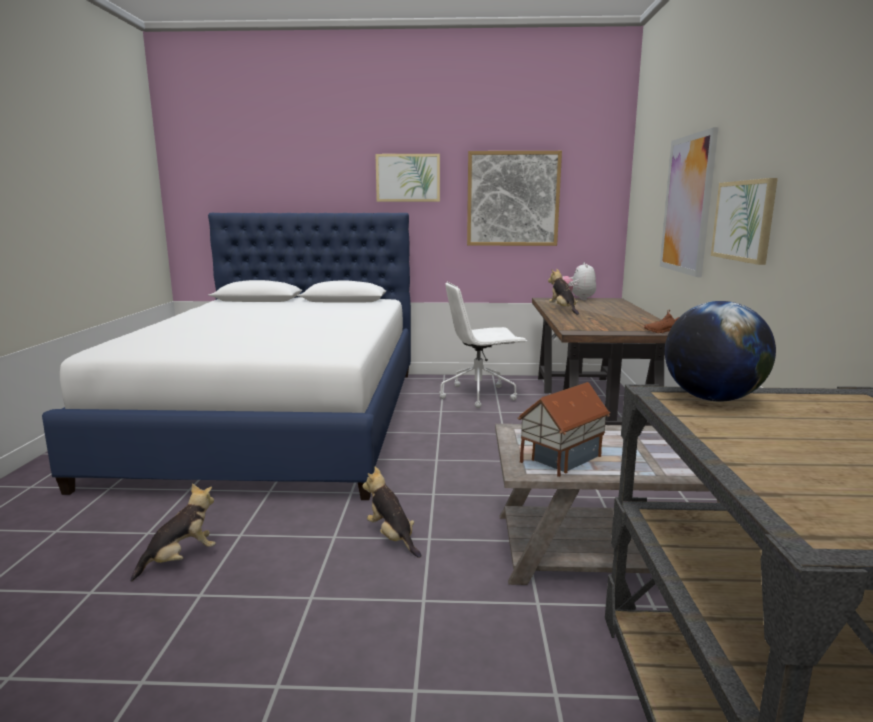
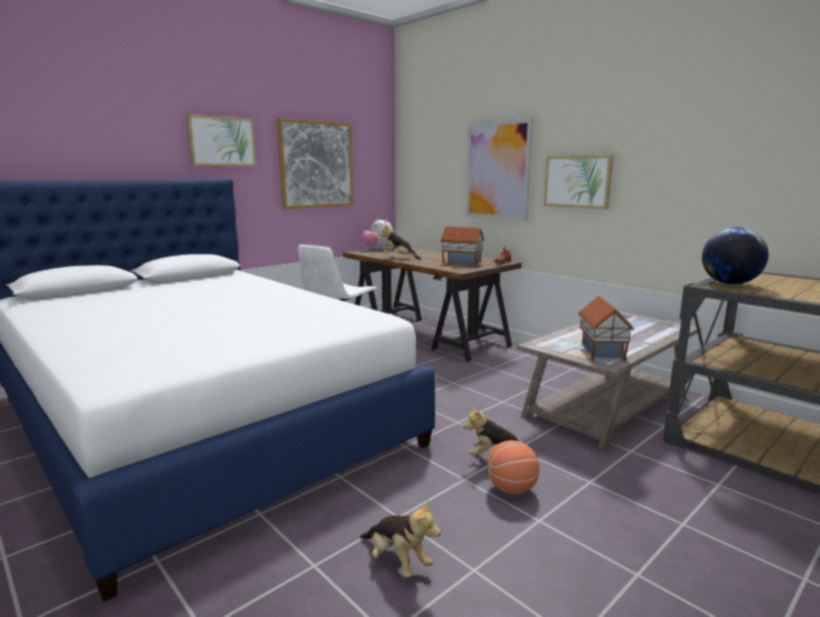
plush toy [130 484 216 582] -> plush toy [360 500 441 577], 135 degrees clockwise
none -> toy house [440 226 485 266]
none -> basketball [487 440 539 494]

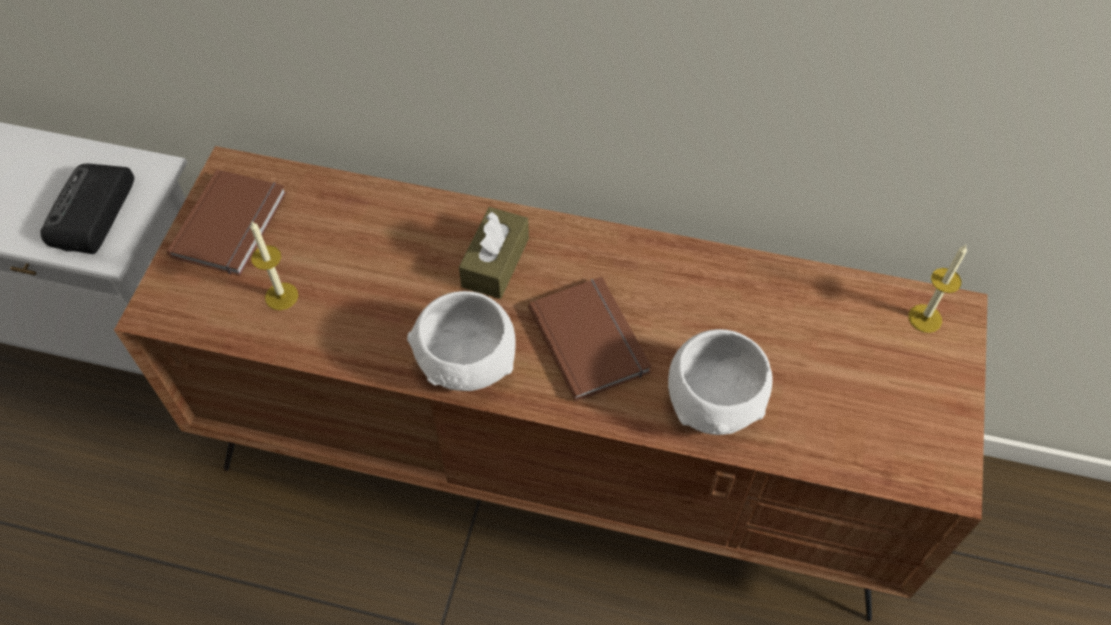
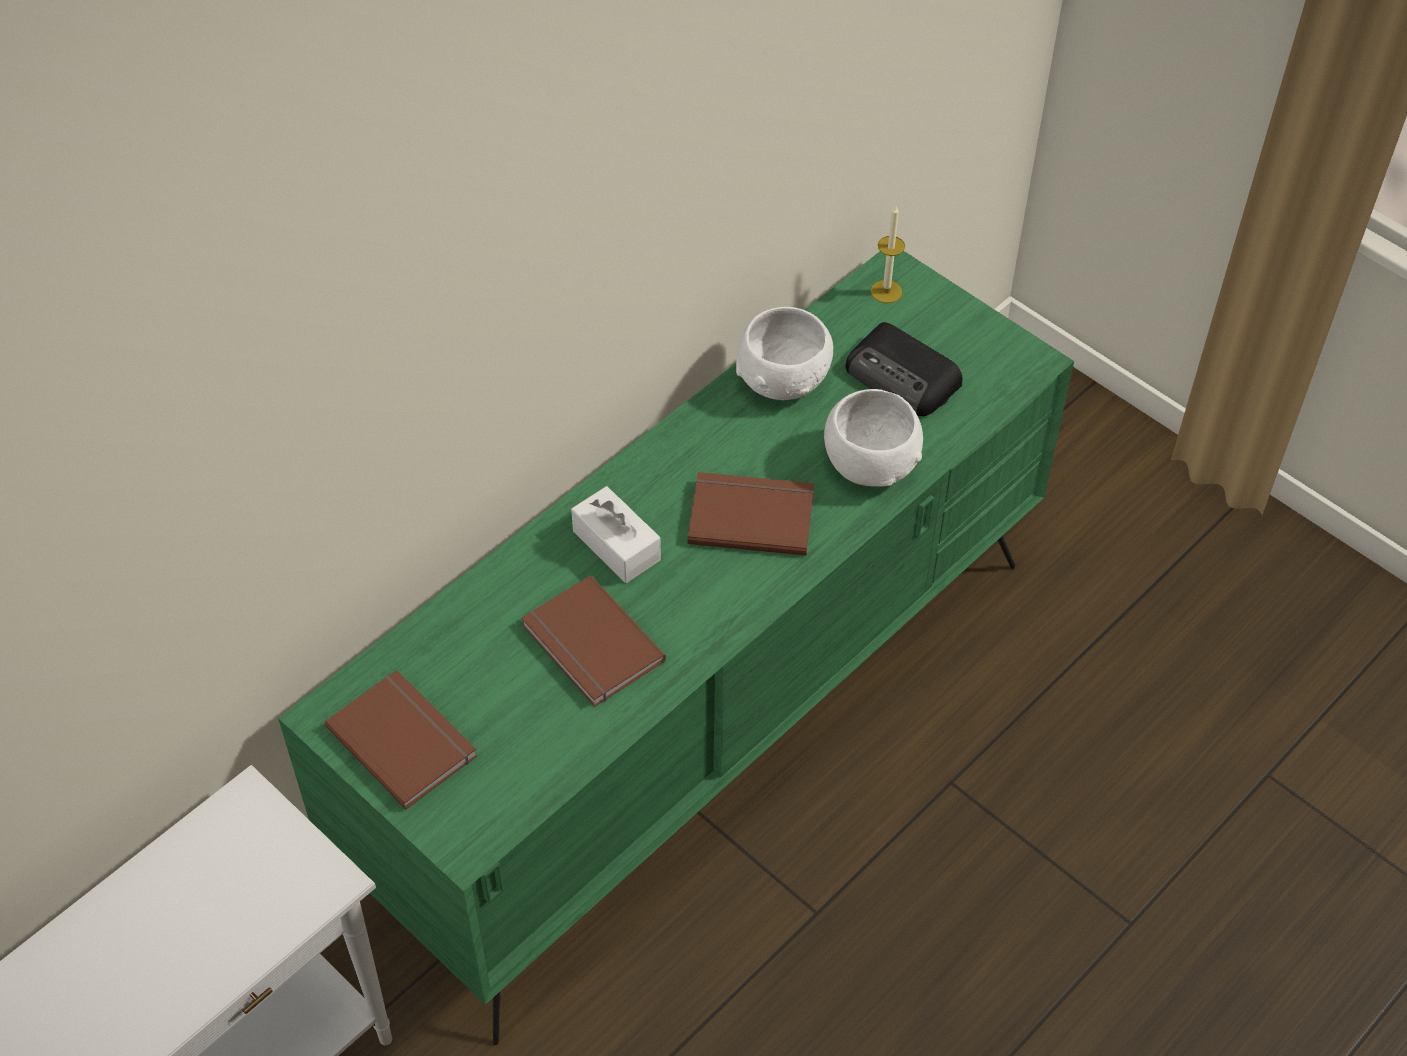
brown tv stand [114 146 988 621] -> green tv stand [278 251 1074 1045]
none -> brown book [521 575 666 707]
brown tissue box [459 207 529 299] -> white tissue box [571 486 661 583]
white bowl [407 291 516 391] -> white bowl [736 307 833 400], move
radio [40 164 134 254] -> radio [846 322 962 416], move
candle [250 221 298 310] -> none

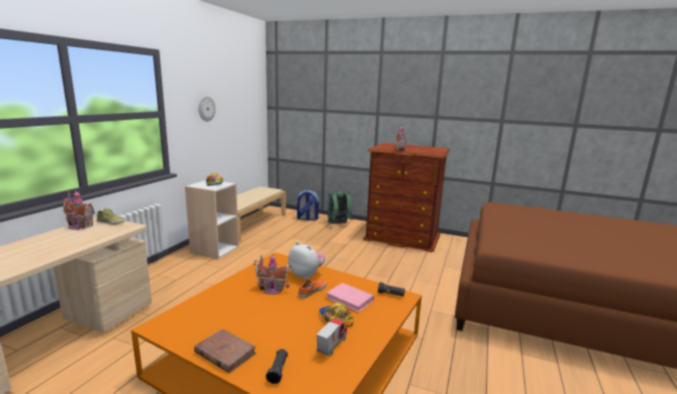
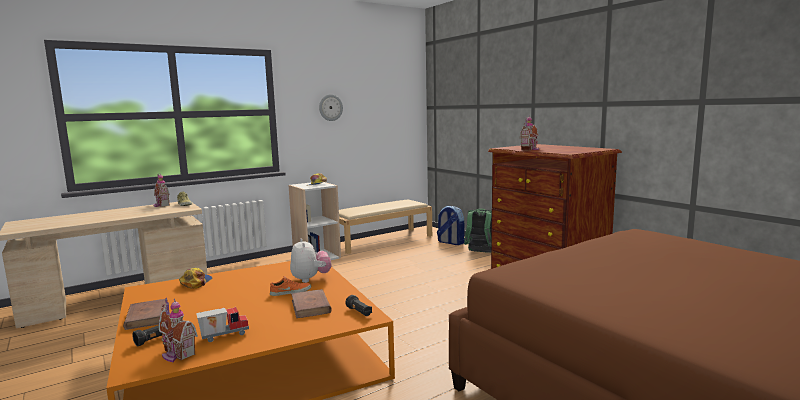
toy house [254 254 291 294] -> toy house [159 298 198 362], move
cap [319 303 354 327] -> cap [179 268 212 289], move
pink book [326 283 374 313] -> brown book [291 289 332 318]

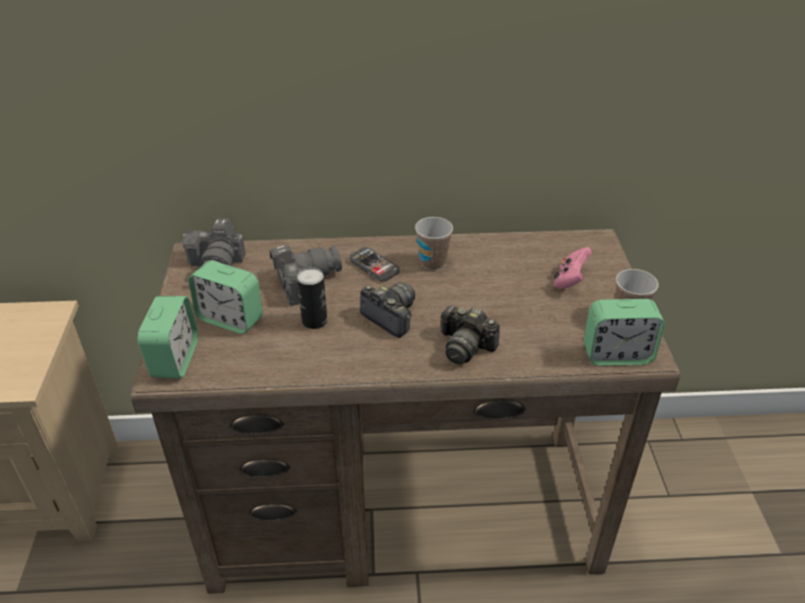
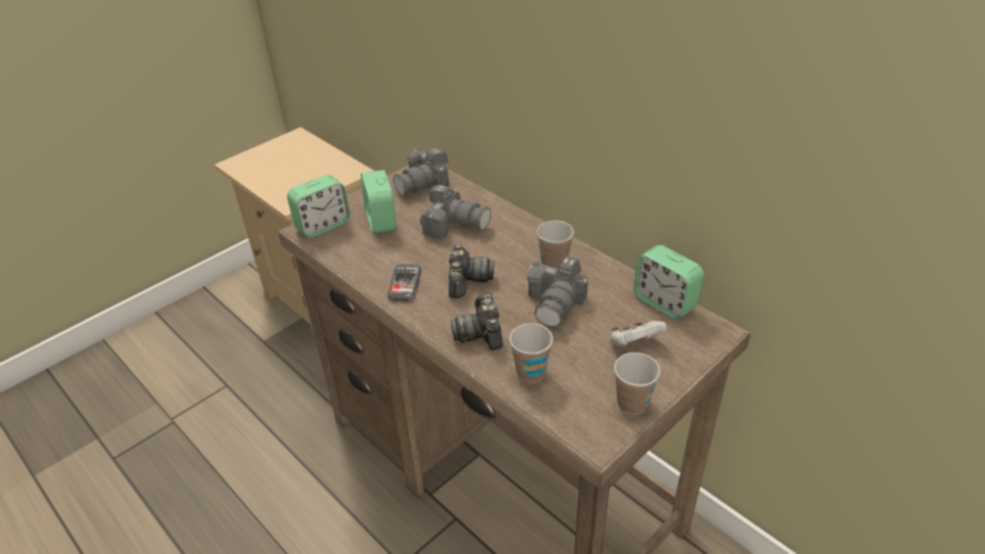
phone [349 247 400 281] -> phone [387 264 421 301], move
none -> cup [509 323 553 383]
none -> photo camera [527 256 588 327]
pink game controller [554 247 592 289] -> white game controller [610 321 667 348]
alarm clock [583 299 665 366] -> alarm clock [634 245 704 320], move
can [297 268 327 329] -> none

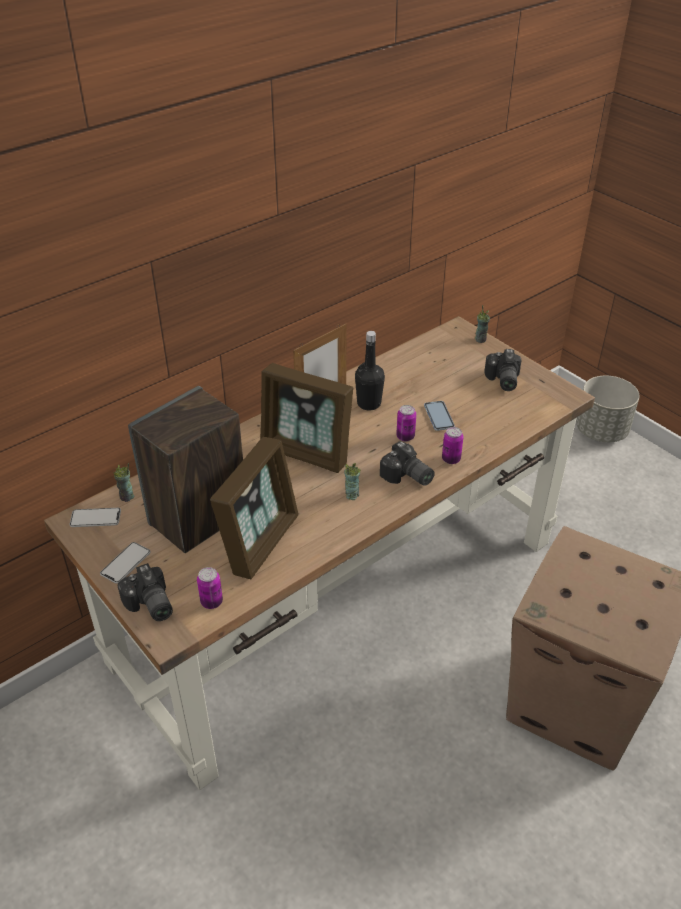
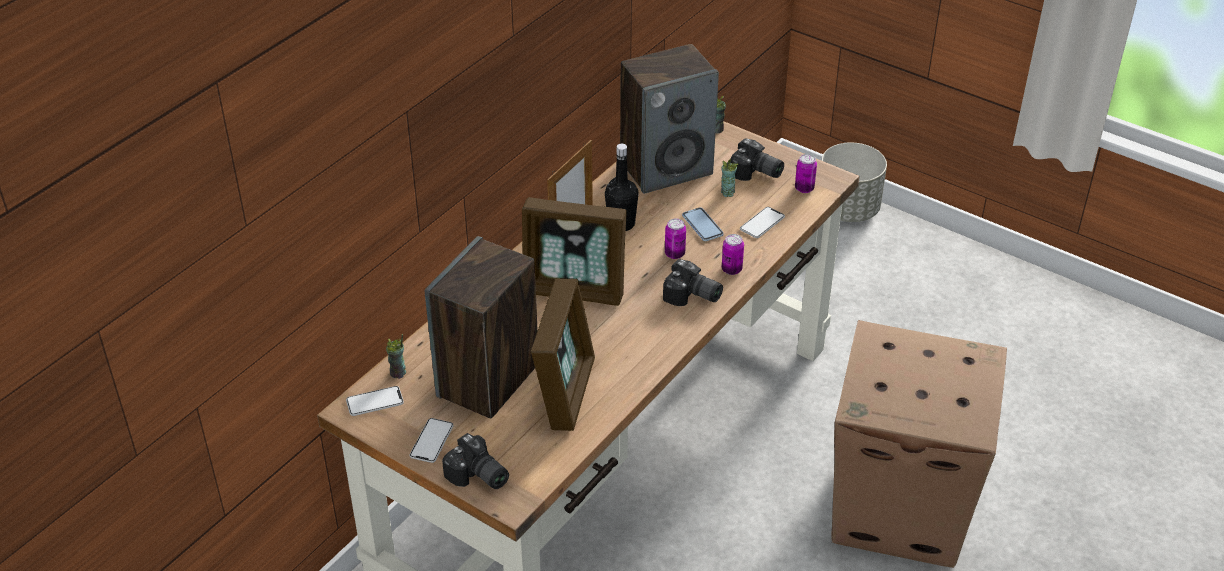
none -> speaker [620 44 719 194]
cup [344 463 361 500] -> cup [721 159 739 197], move
photo camera [485 349 521 391] -> photo camera [730 138 784 181], 45 degrees counterclockwise
none -> phone [740 207 785 238]
can [197 567 223 609] -> can [795 154 817 193], move

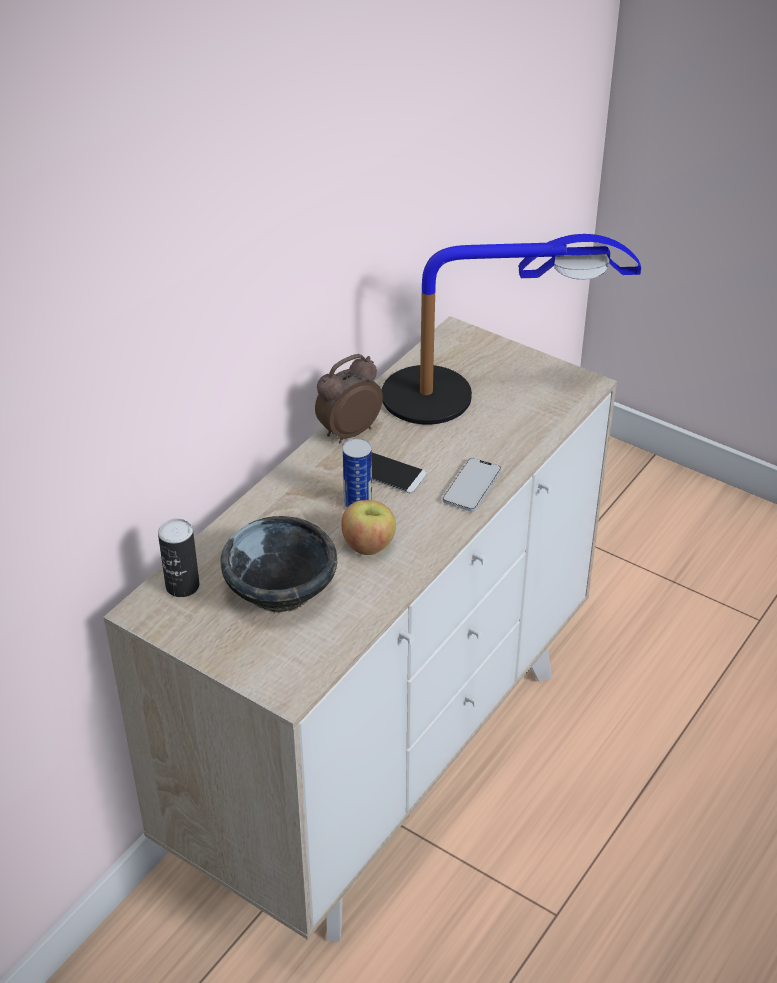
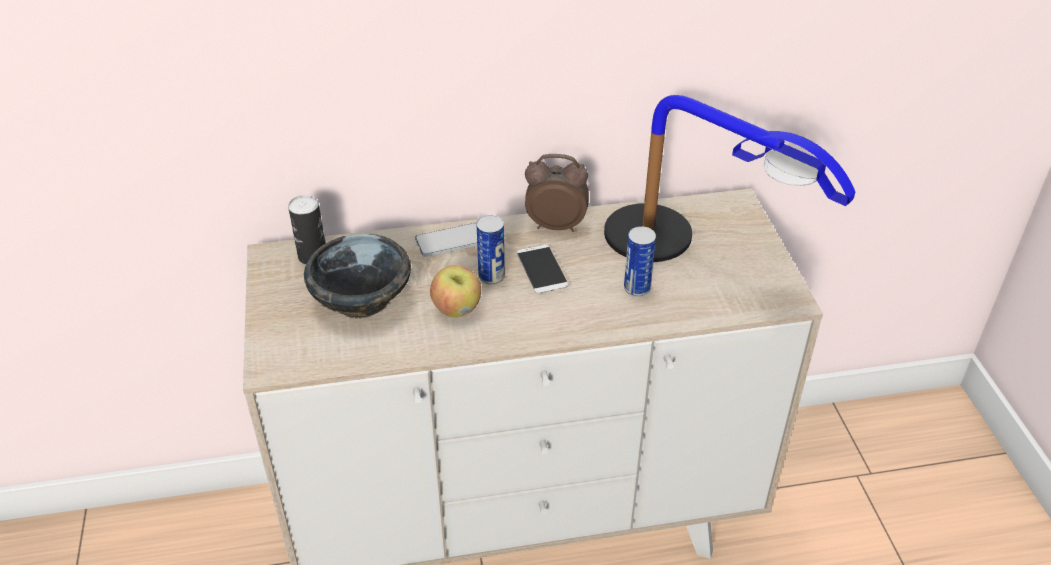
phone [442 458 501 512] -> phone [415 223 477 257], move
none -> can [624 226 656 297]

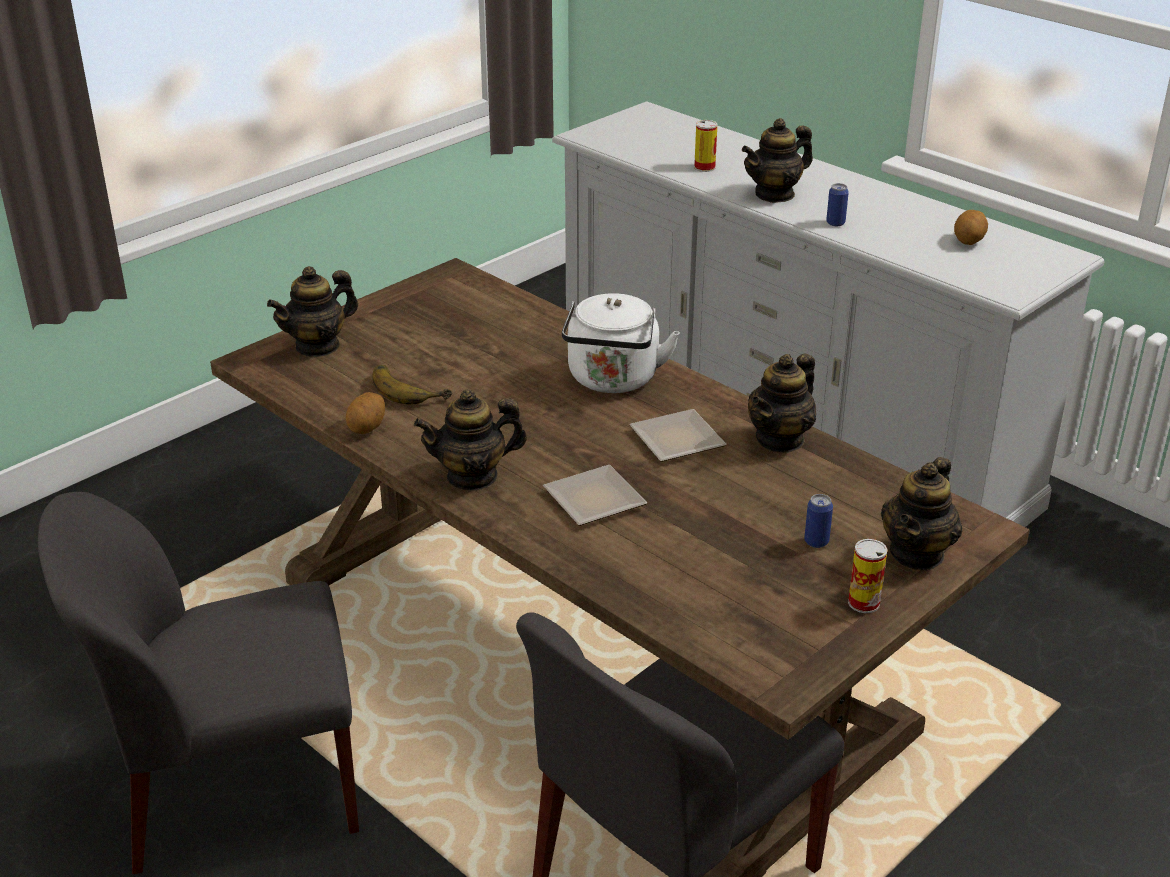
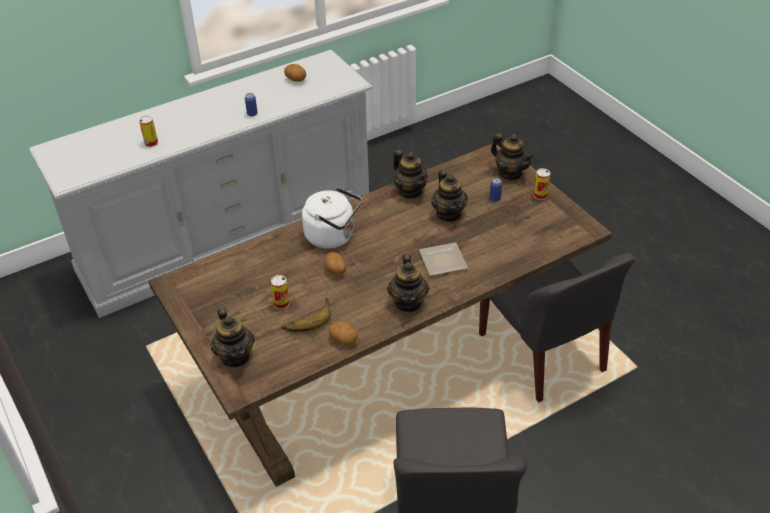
none -> can [271 275 289 309]
none -> potato [325 252 346 275]
teapot [742 118 813 203] -> teapot [431 169 468 222], move
plate [629 409 727 462] -> none

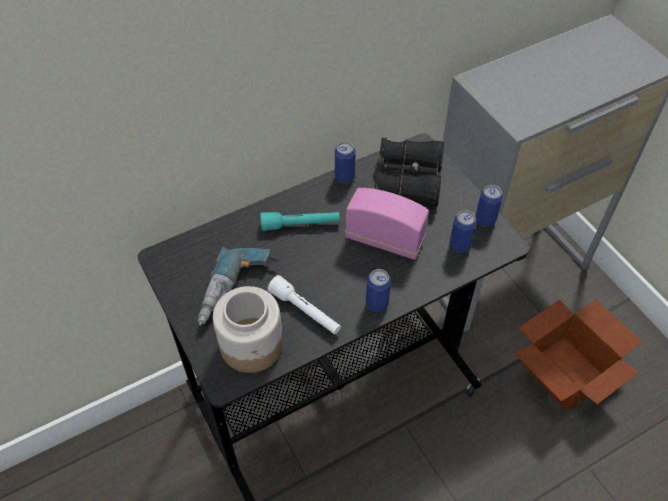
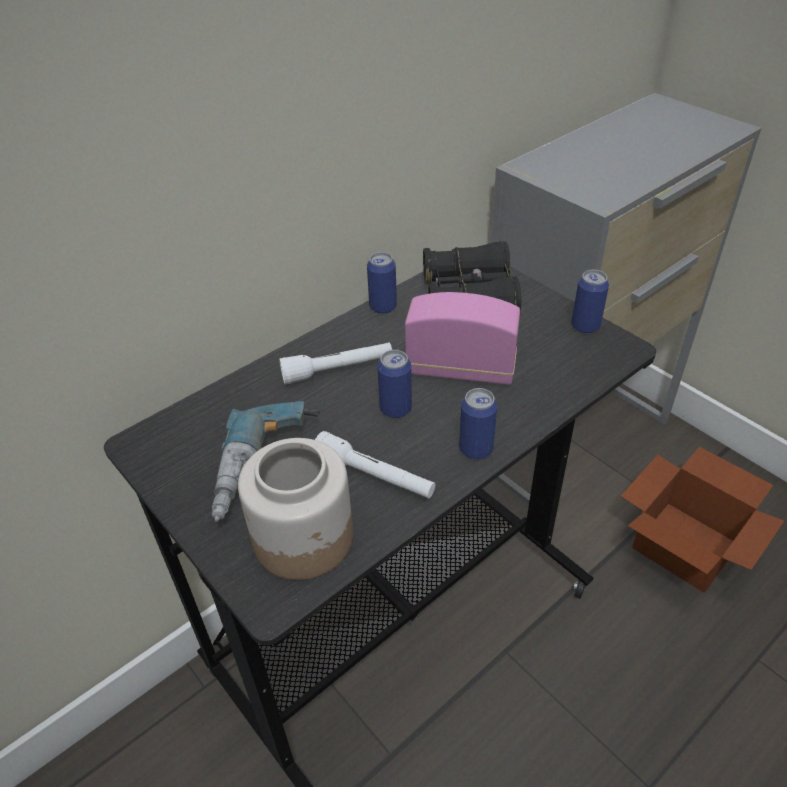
turquoise flashlight [261 212 340 231] -> white flashlight [279 342 392 385]
can [450 210 477 253] -> can [377 350 412 418], move

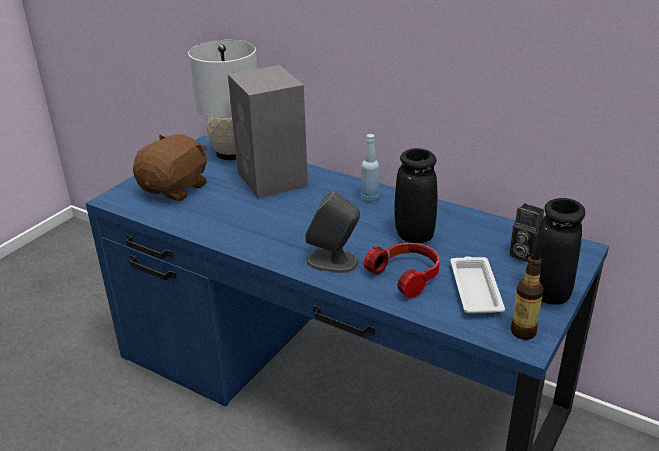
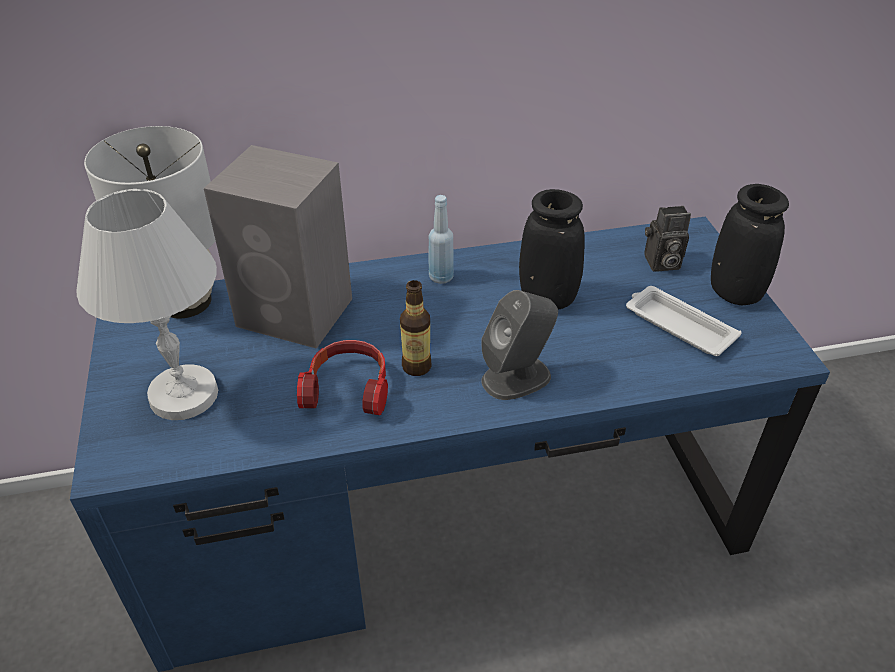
brown plush toy [133 134 207 201] -> white table lamp [77 189 218 420]
headphones [364 243 440 298] -> headphones [297 340 388 415], move
bottle [511 255 544 340] -> bottle [400 280 432 376], move

